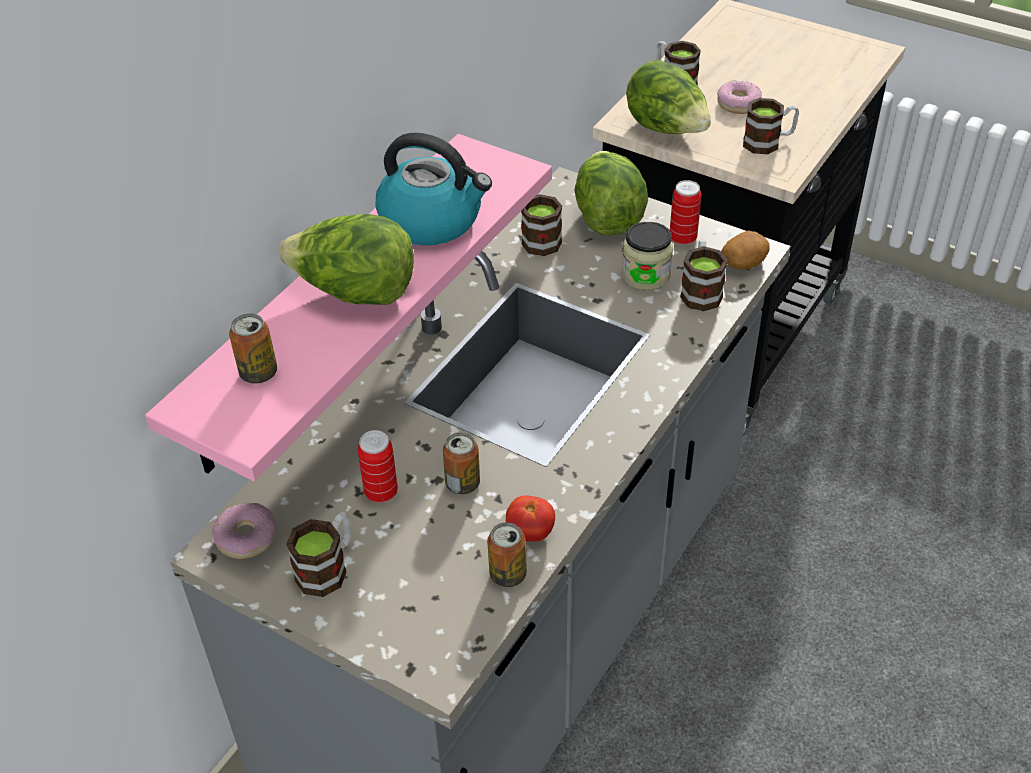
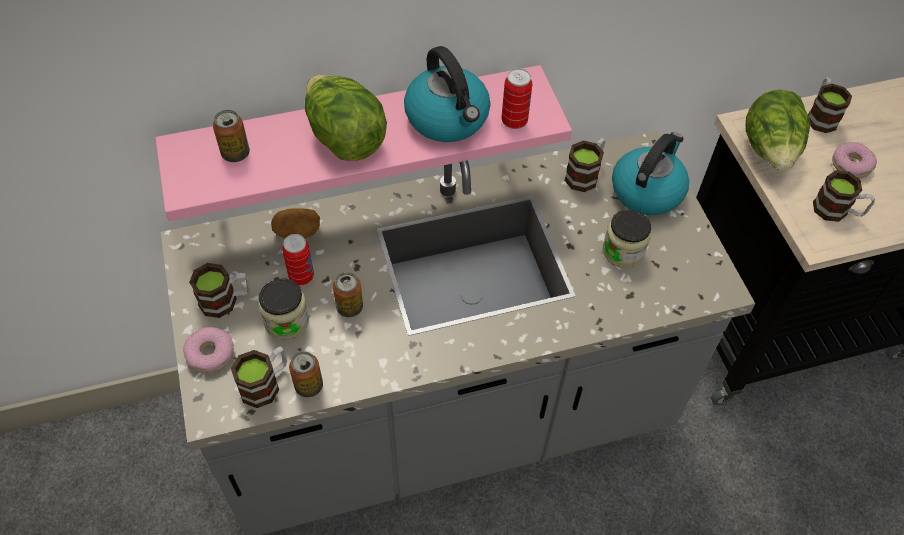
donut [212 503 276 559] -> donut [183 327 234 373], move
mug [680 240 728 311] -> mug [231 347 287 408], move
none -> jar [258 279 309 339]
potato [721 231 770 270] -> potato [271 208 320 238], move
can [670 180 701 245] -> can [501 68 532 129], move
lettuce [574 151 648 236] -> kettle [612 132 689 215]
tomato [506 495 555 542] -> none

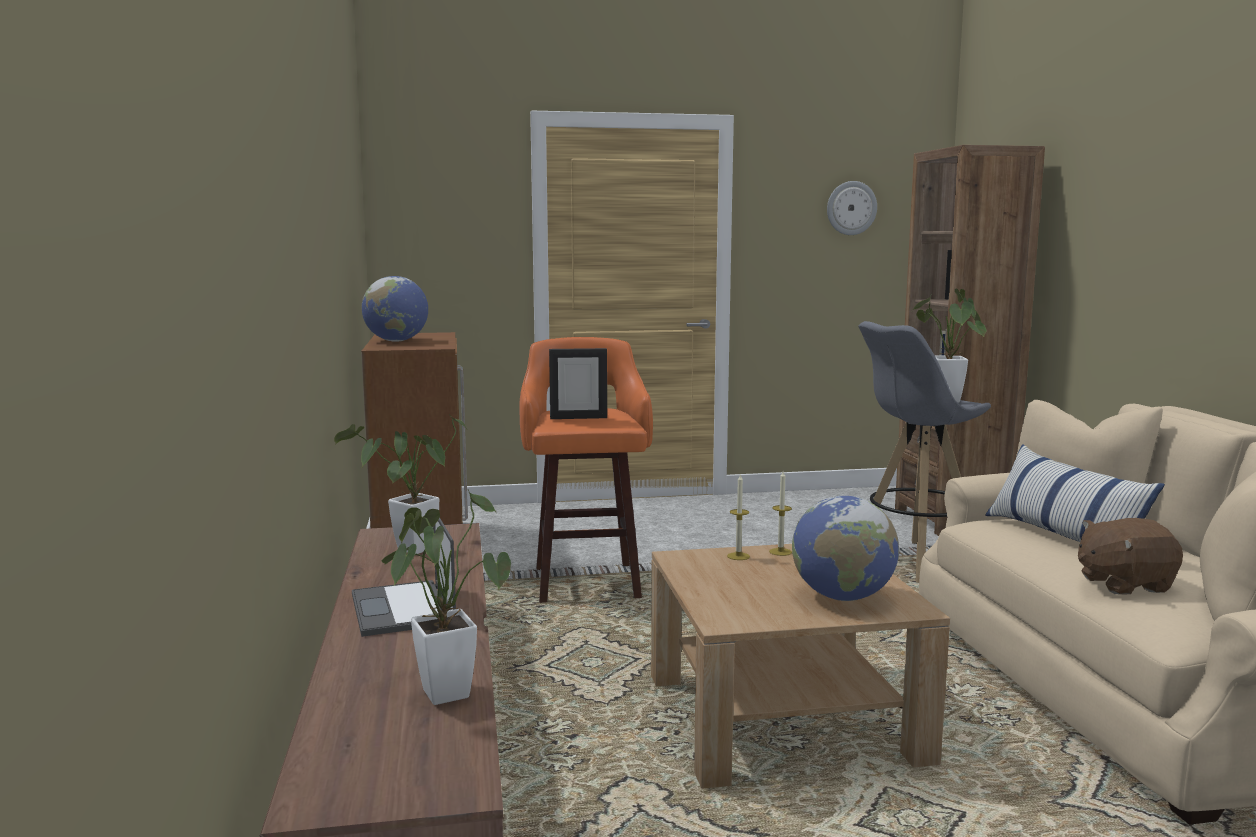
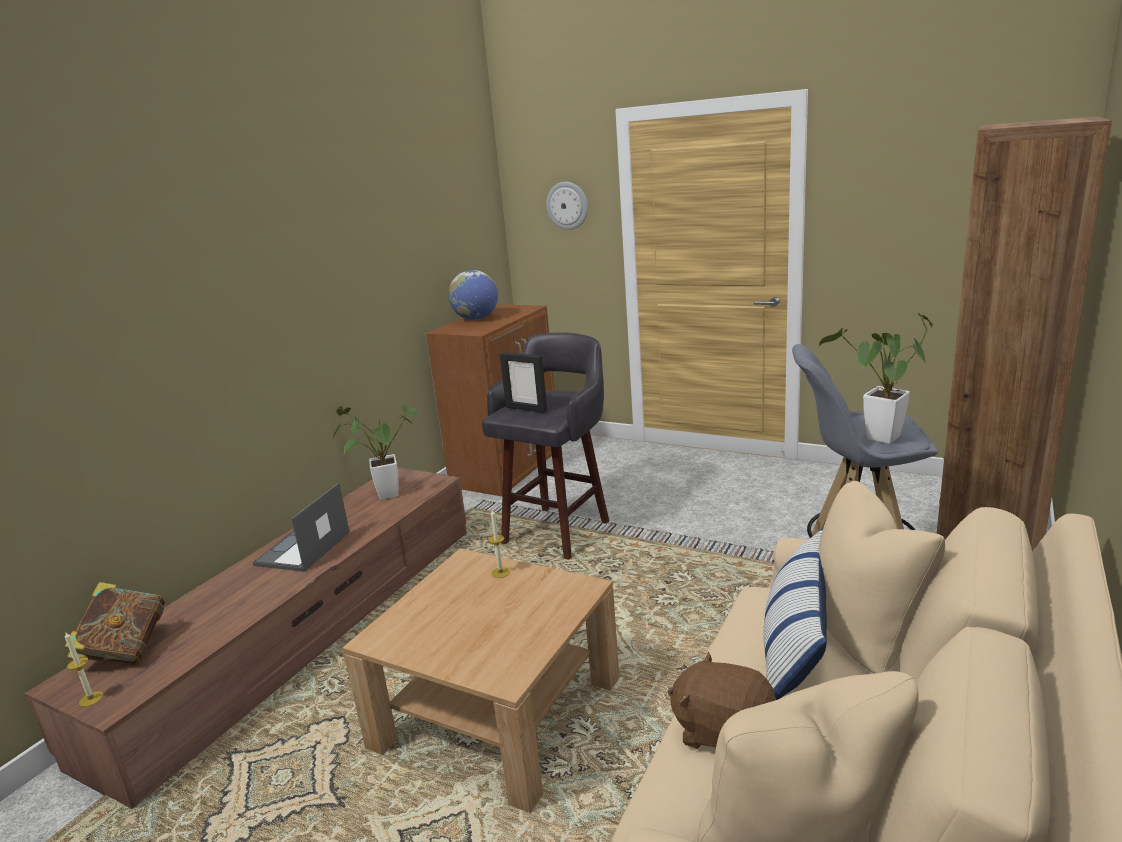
none -> book [64 582 165 666]
candle [769 471 792 556] -> candle [65 631 103 707], move
orange stool [520 337 653 603] -> grey stool [482 332 609 560]
wall clock [827 181 877 235] -> wall clock [546 182 588 230], move
potted plant [382 490 511 705] -> none
globe [792 496 899 601] -> none

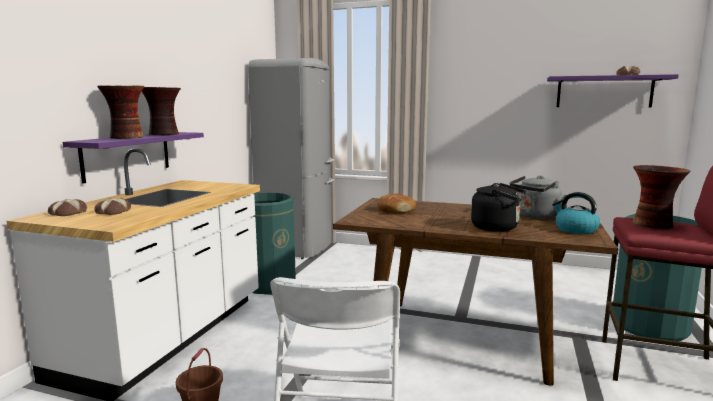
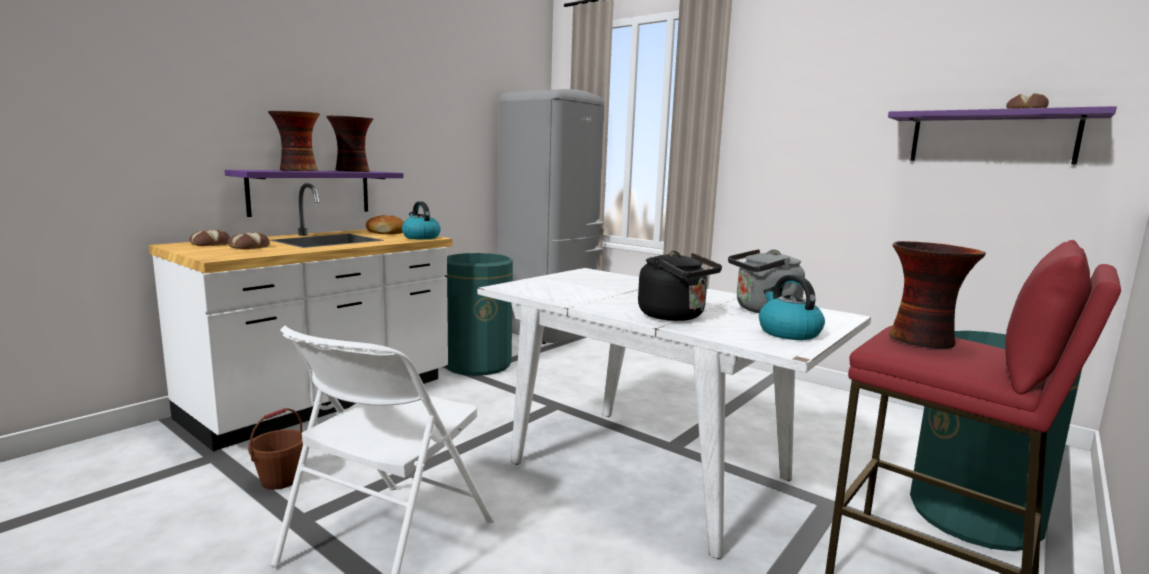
bread [377 194 416 213] -> bread [366 215 404 234], move
none -> kettle [402 201 441 239]
brown dining table [333 198 618 386] -> white dining table [477 268 871 559]

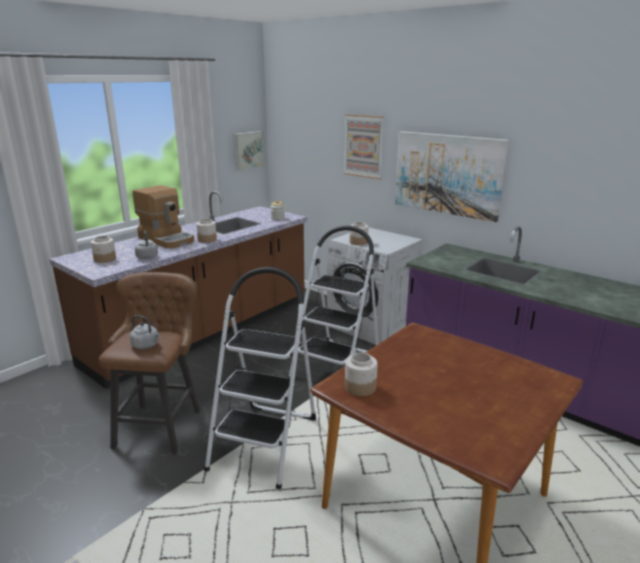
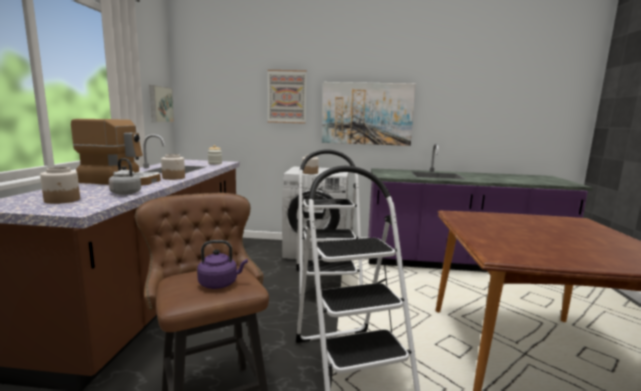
grey kettle [130 315 160 349] -> purple kettle [197 240 248 289]
jar [345 352 378 396] -> none

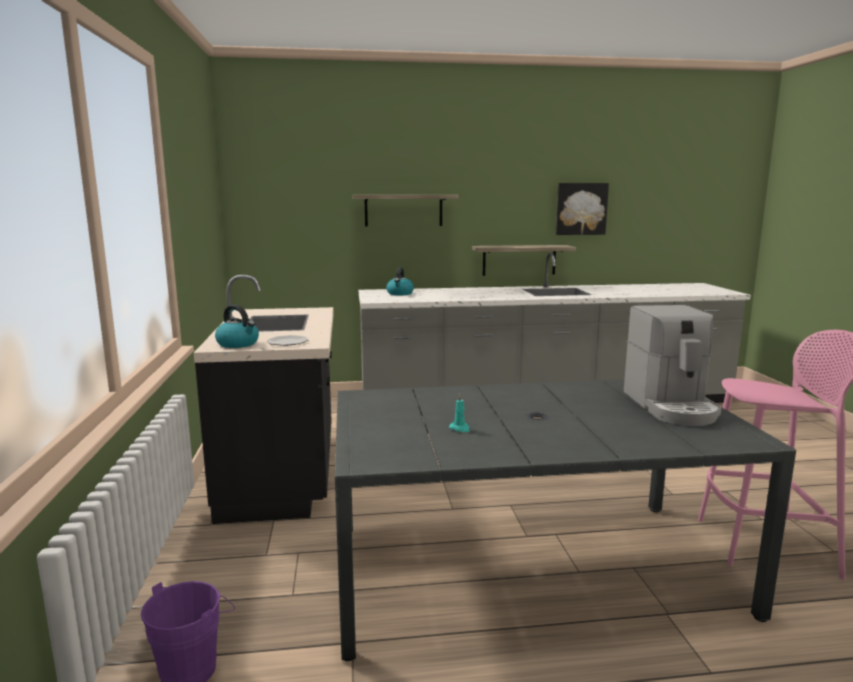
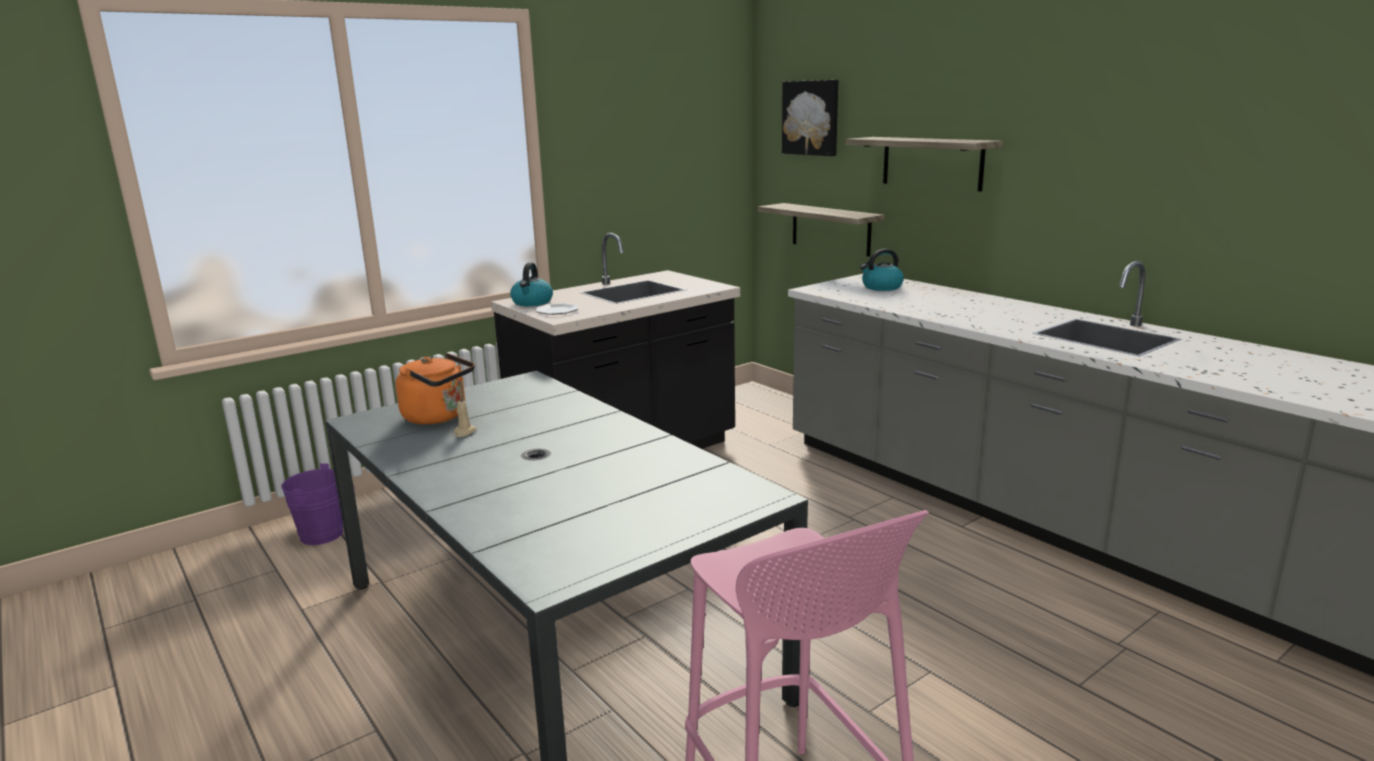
none -> orange kettle [396 353 475 424]
turquoise candle [449 394 470 432] -> beige candle [454 393 477 437]
shelf [472 245 576 276] -> shelf [758 203 885 257], move
picture [556 183 609 235] -> picture [782 80 838 156], move
coffee machine [624 305 722 426] -> none

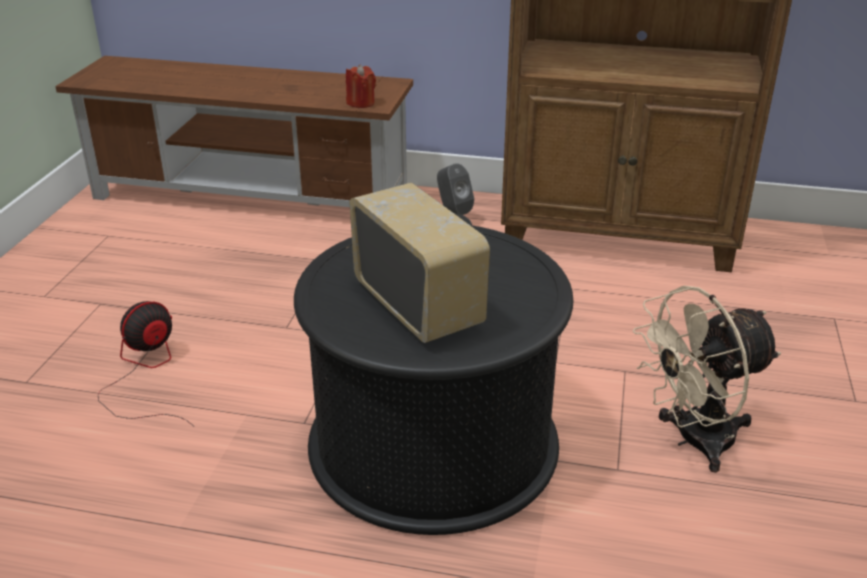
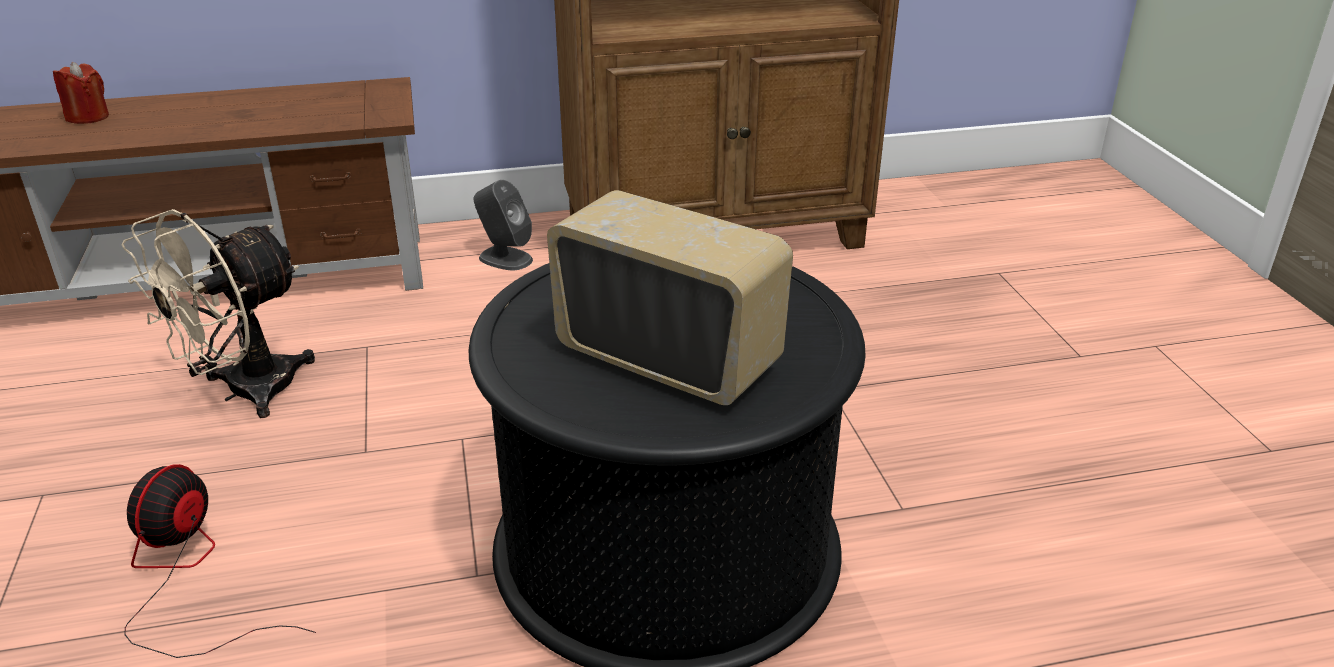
red candle [346 64 376 108] -> red candle [53 62 109 124], move
beige fan [633 286 781 473] -> beige fan [121 209 315 418], move

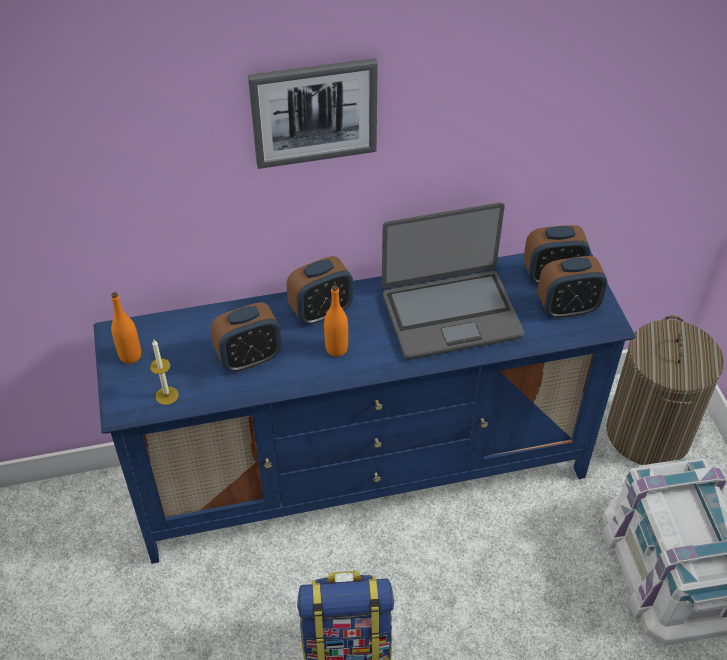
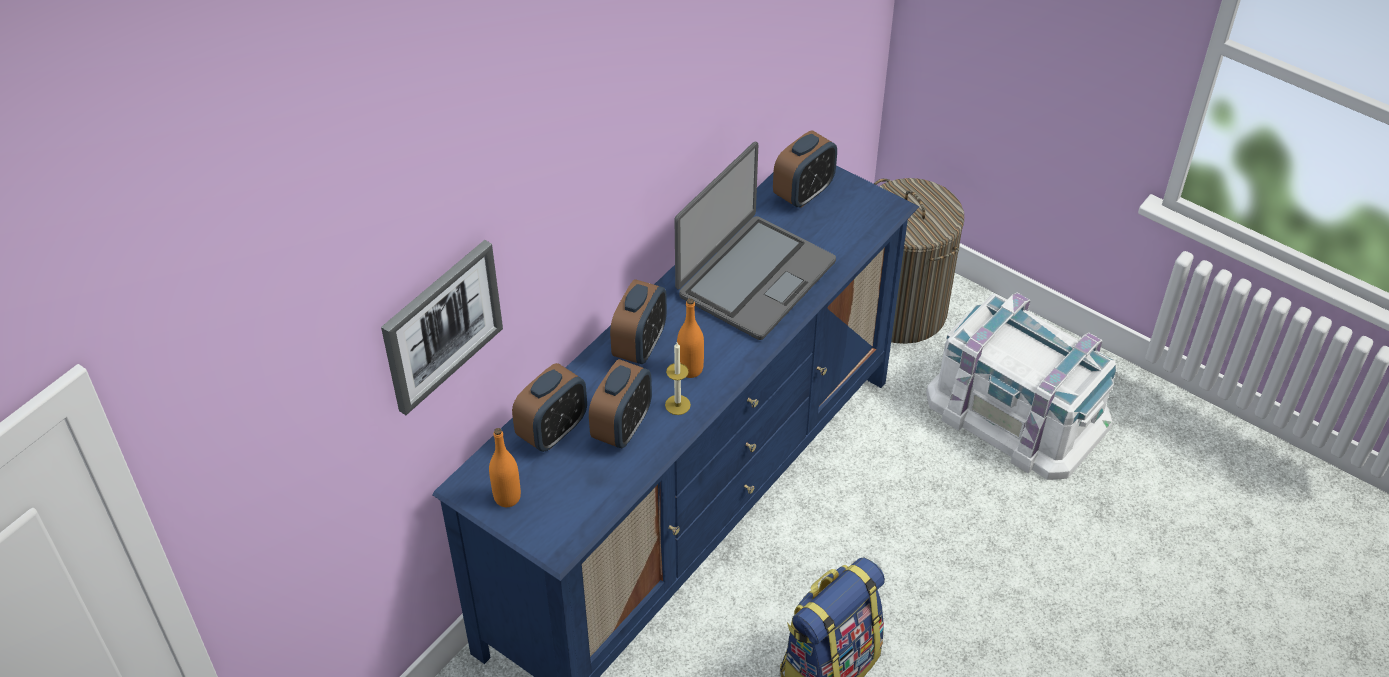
picture [248 58 378 169] -> picture [381 240 503 415], move
alarm clock [538 256 607 319] -> alarm clock [512 363 587 452], move
candle [150 340 179 405] -> candle [665 342 691 415], move

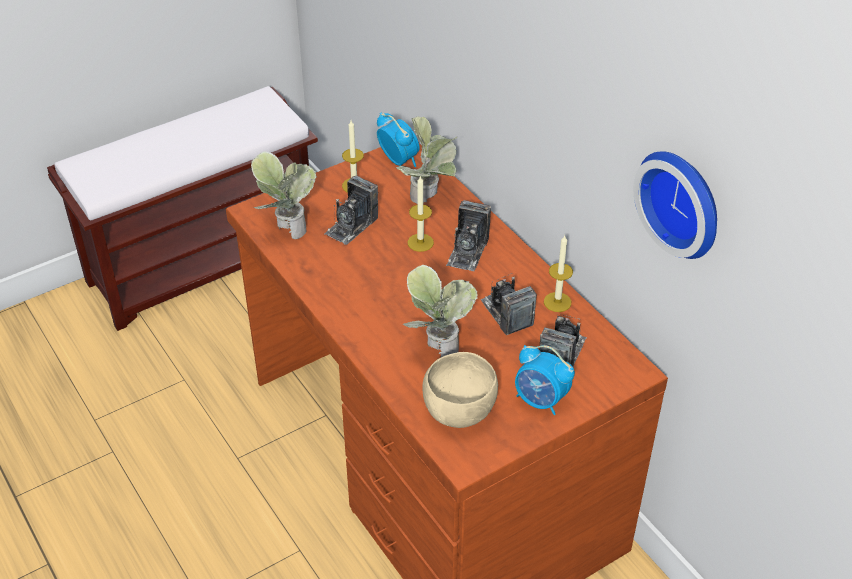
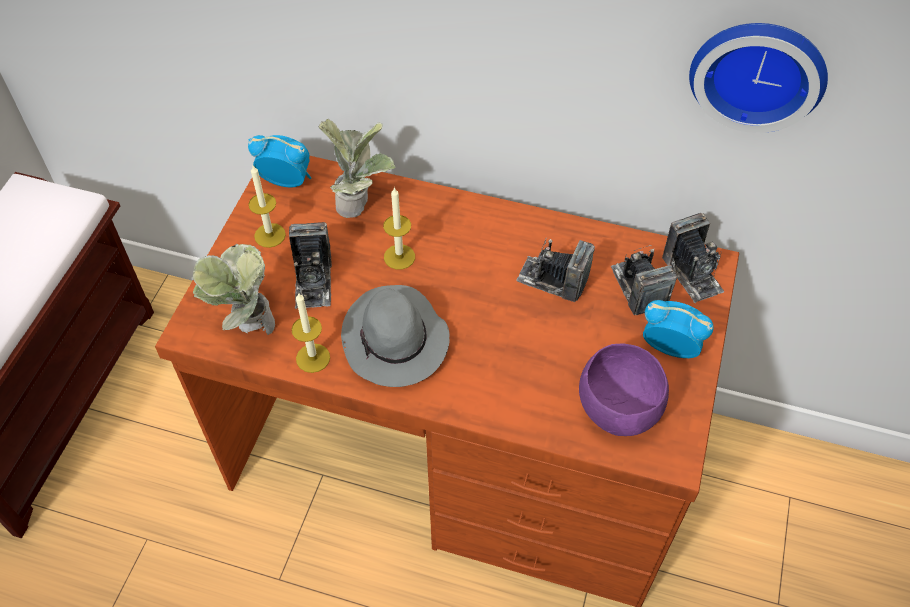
candle [544 236 573 312] -> candle [291 292 330 373], move
none -> grey hat [341 285 450 387]
beige bowl [422 352 498 428] -> purple bowl [579 344 669 436]
alarm clock [515 345 575 415] -> alarm clock [643 300 713 358], 150 degrees counterclockwise
photo camera [446 200 491 271] -> photo camera [662 213 725 303], move
potted plant [403 265 478 357] -> none

